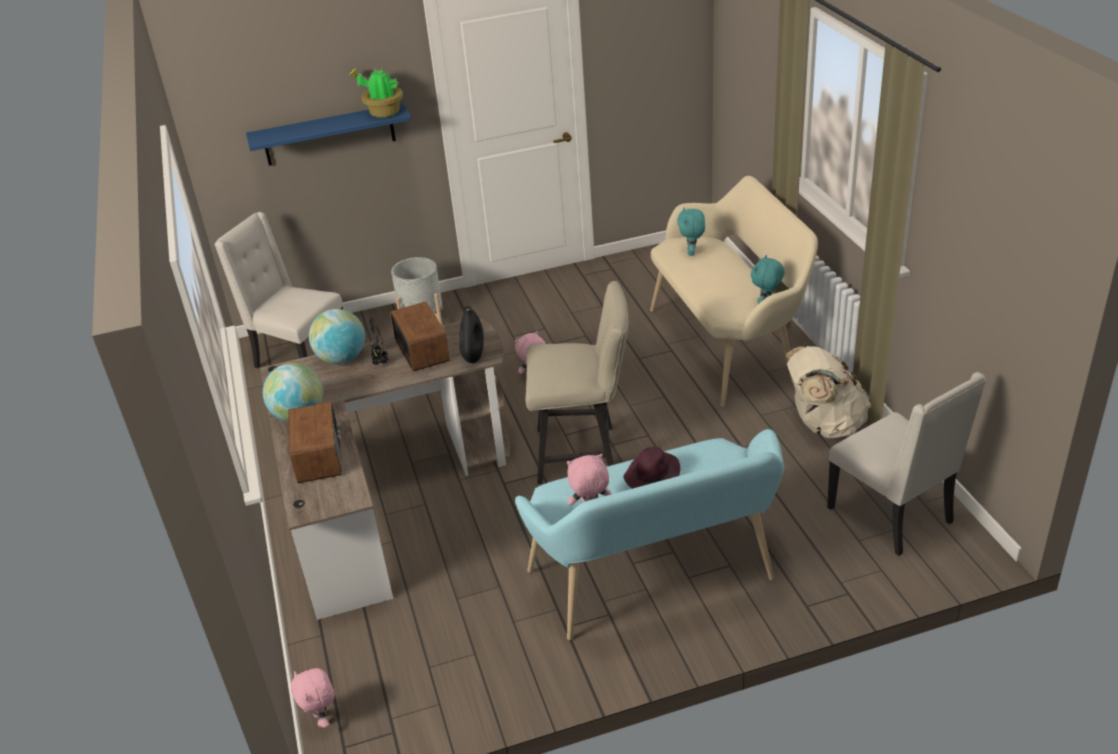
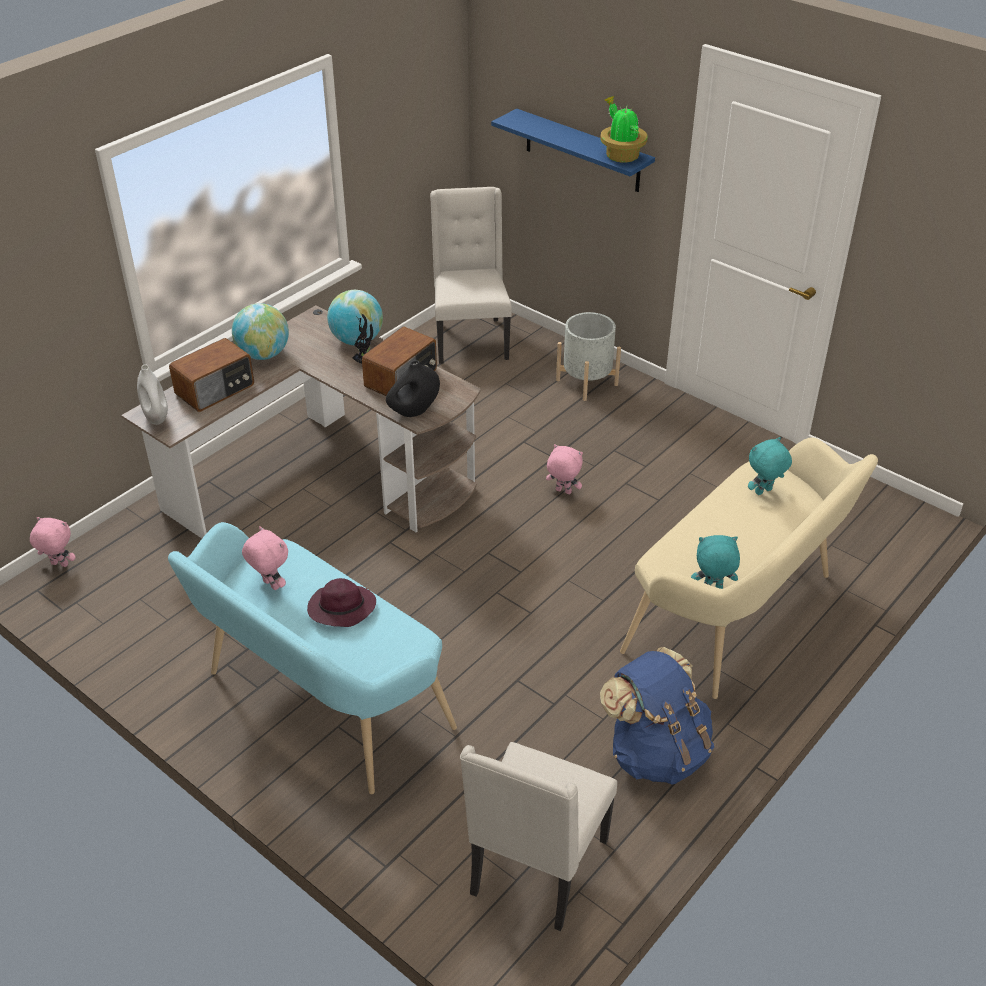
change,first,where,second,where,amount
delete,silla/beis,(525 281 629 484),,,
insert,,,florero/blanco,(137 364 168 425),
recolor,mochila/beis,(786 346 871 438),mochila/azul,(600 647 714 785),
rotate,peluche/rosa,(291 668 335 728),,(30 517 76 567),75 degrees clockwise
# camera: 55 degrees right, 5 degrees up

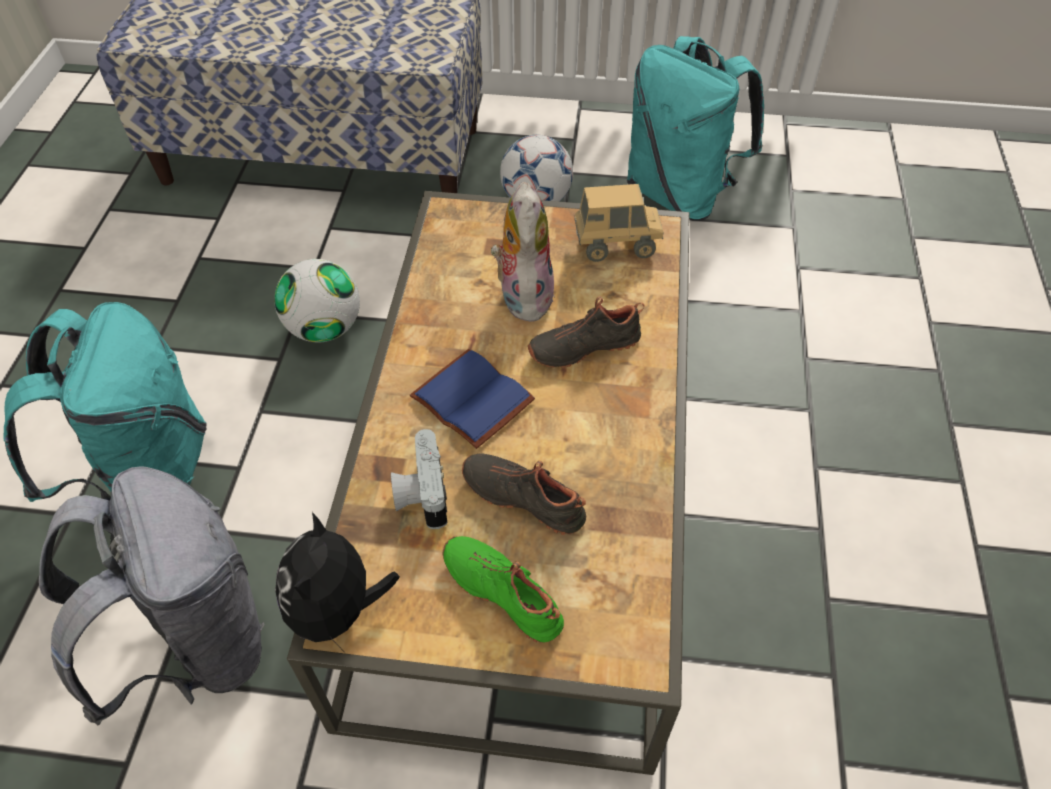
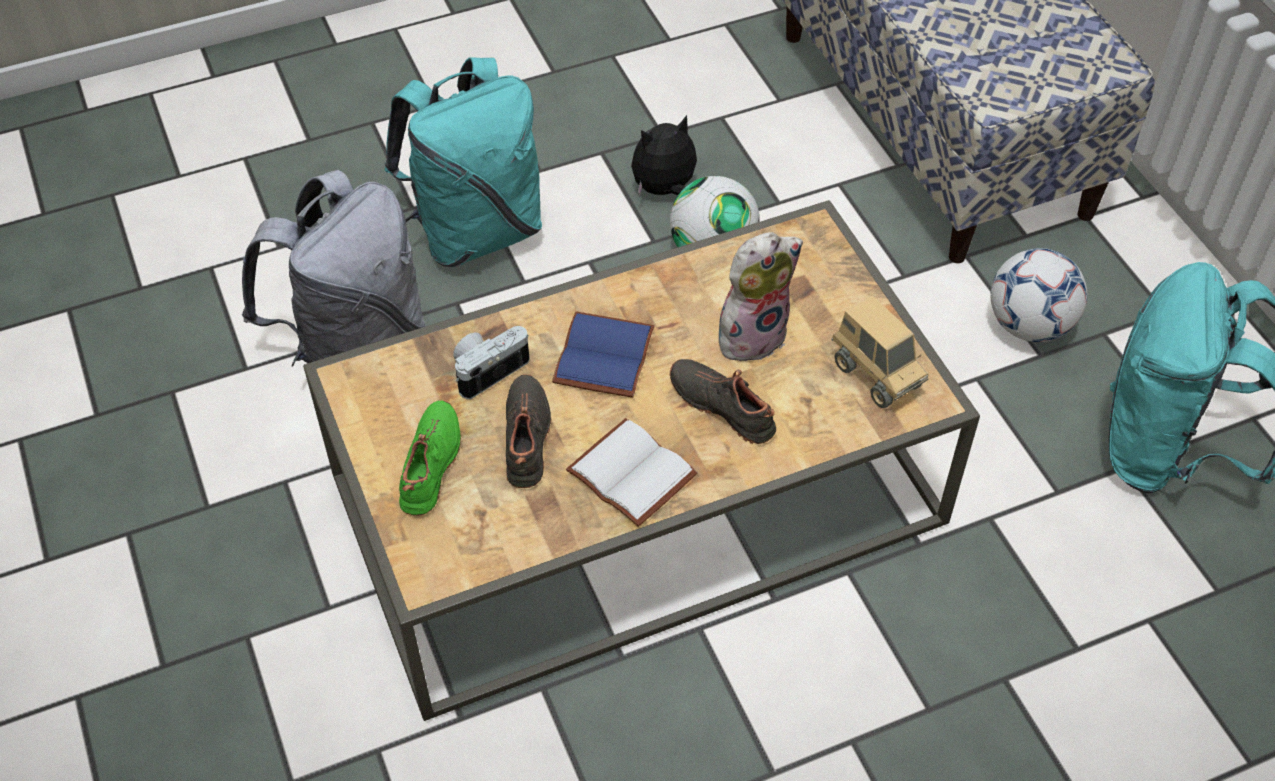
change,first,where,second,where,amount
insert,,,libro/blanco,(566 418 698 527),
move,peluche,(275 512 400 645),,(631 115 697 197),
# camera: 60 degrees right, 0 degrees up

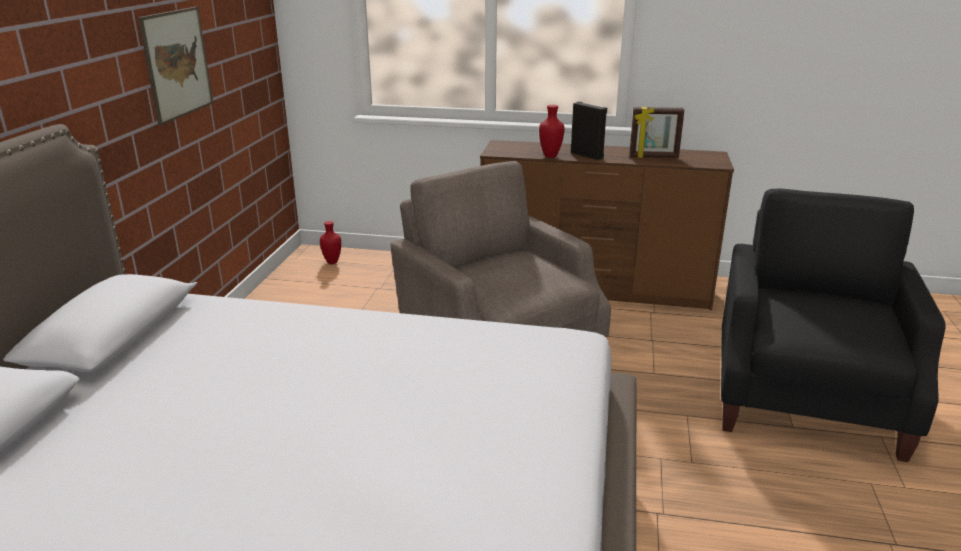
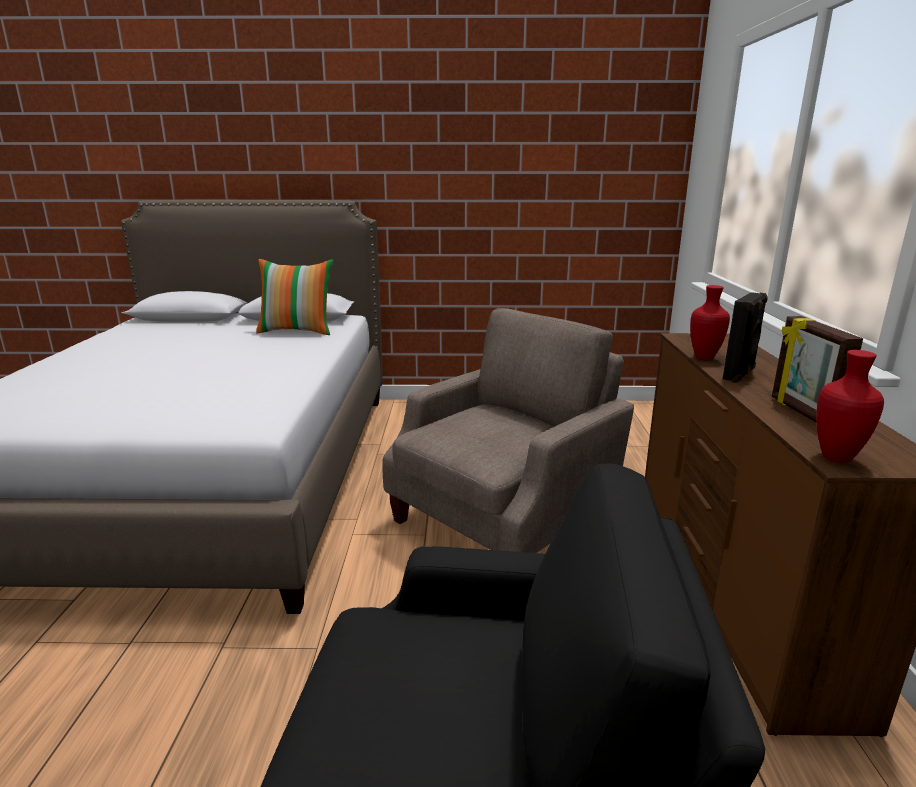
change,first,where,second,where,amount
delete,cuadro,(138 7 213 125),,,
insert,,,cojín,(256 259 333 335),
move,florero/rojo,(320 221 341 264),,(816 350 884 463),
# camera: 80 degrees right, 5 degrees down

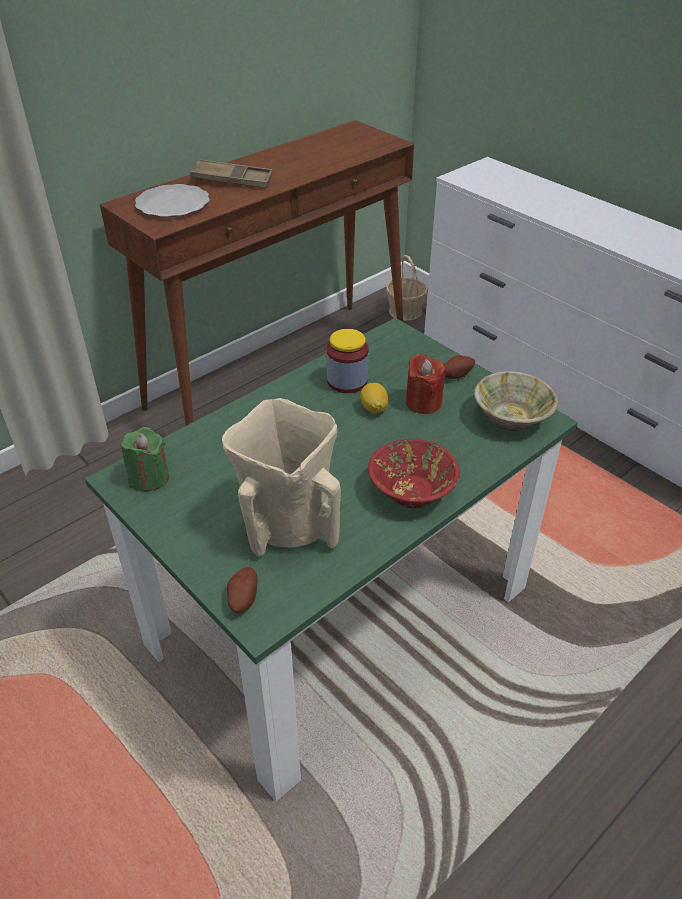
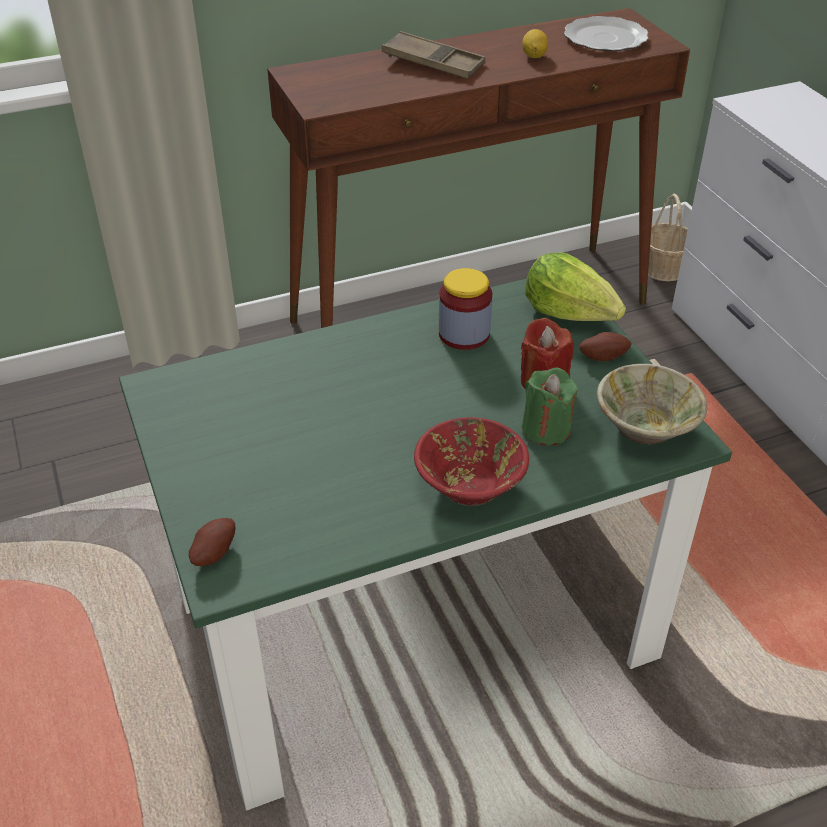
change,first,where,second,where,amount
delete,florero/beis,(222 398 341 557),,,
insert,,,lechuga,(526 252 626 321),
move,vela/verde,(120 427 169 492),,(522 368 578 446),
move,plato,(135 184 210 217),,(564 16 648 51),
move,limón,(360 383 389 413),,(522 29 548 58),
# camera: 20 degrees right, 0 degrees up

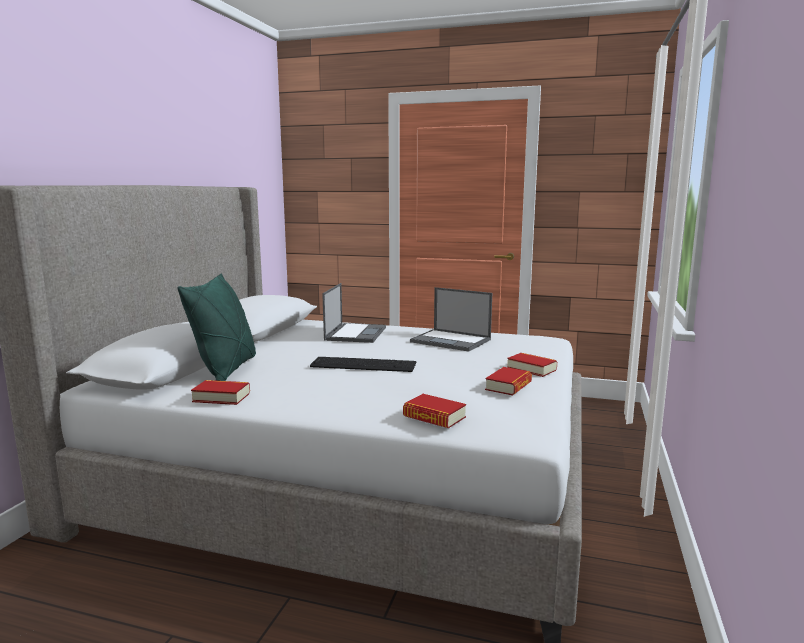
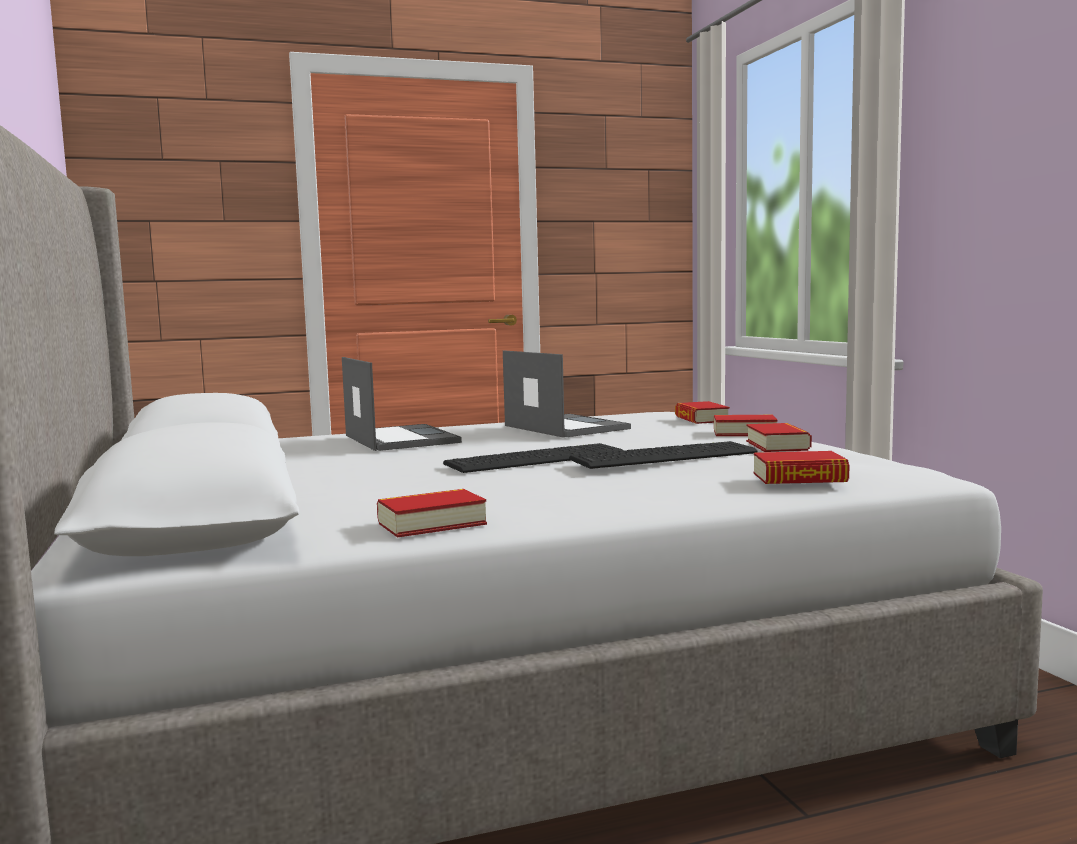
change,first,where,second,where,amount
delete,cojín/verde,(177 274 256 381),,,
insert,,,teclado,(569 441 757 469),
insert,,,libro,(675 401 730 424),
rotate,portátil,(410 287 492 352),,(503 350 631 438),120 degrees counterclockwise
# camera: 35 degrees left, 5 degrees down

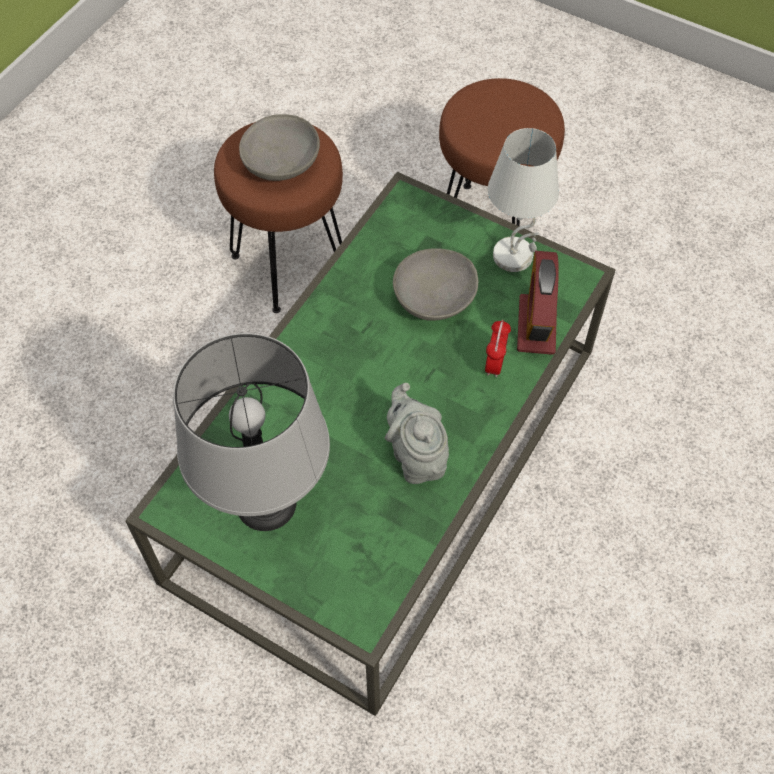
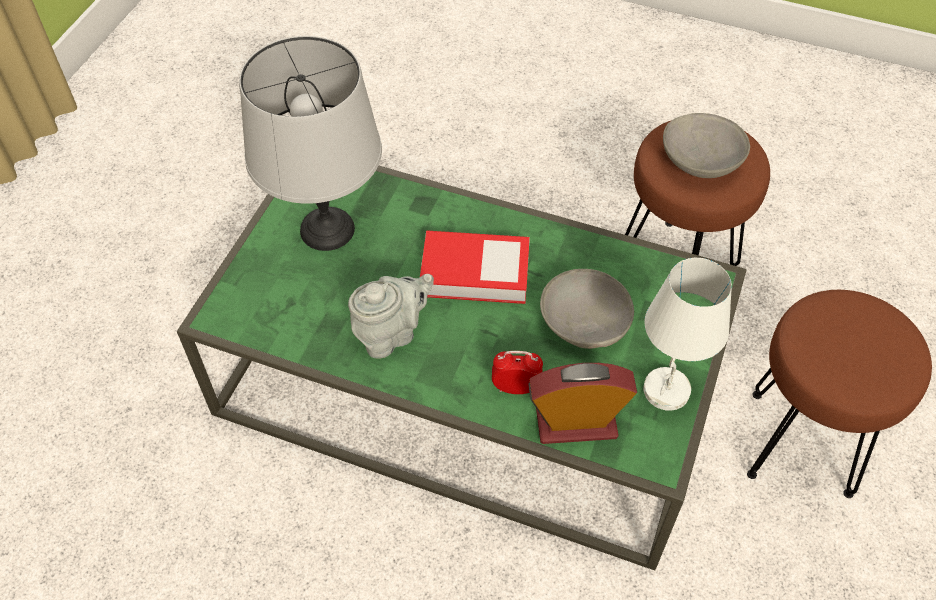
change,first,where,second,where,amount
insert,,,libro,(420 230 530 304),
# camera: 80 degrees right, 5 degrees down

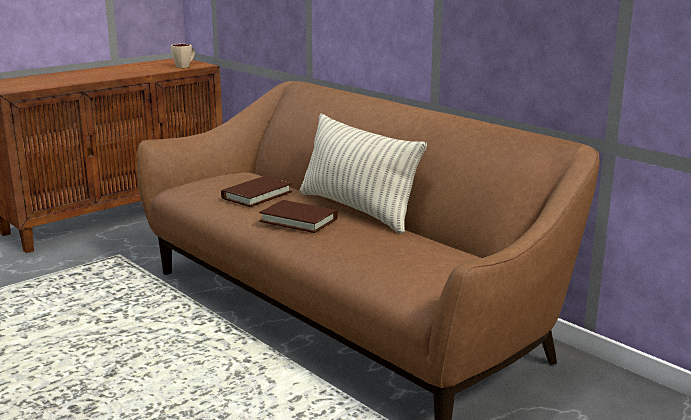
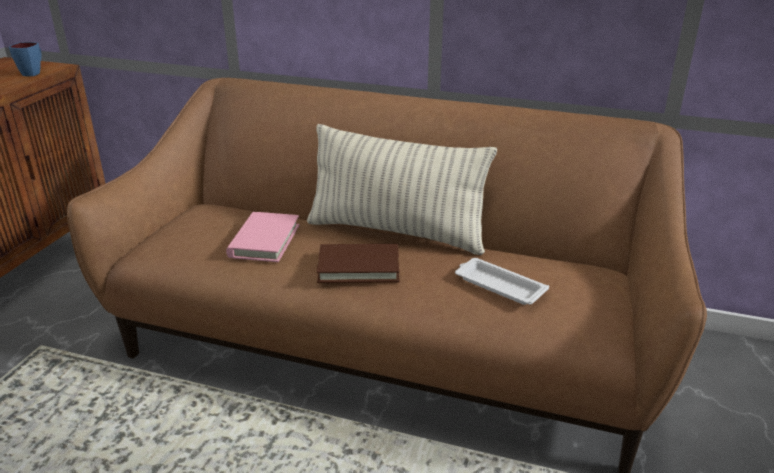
change,first,where,second,where,amount
insert,,,bandeja/blanco,(455 258 549 305),
recolor,taza grande/beis,(171 44 195 68),taza grande/azul,(9 42 42 76),
recolor,libro/marrón,(221 176 292 207),libro/rosa,(226 212 300 262),
# camera: 30 degrees left, 10 degrees up

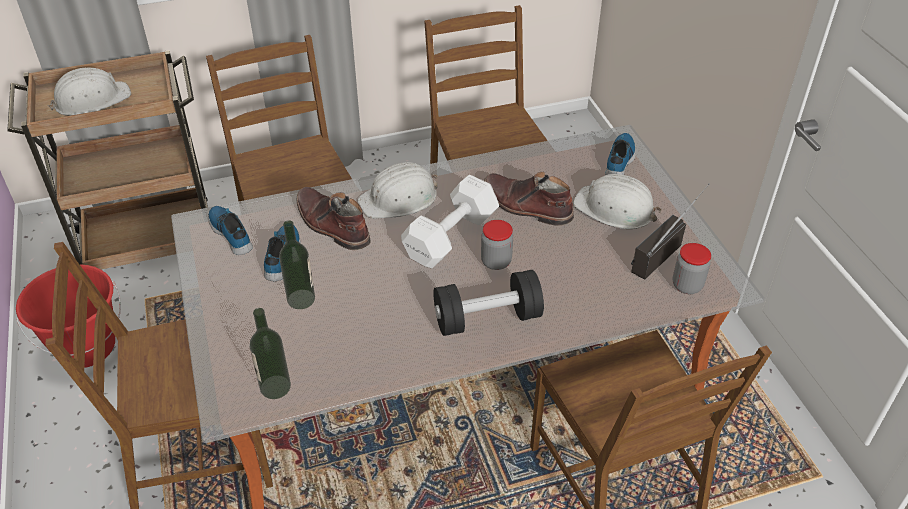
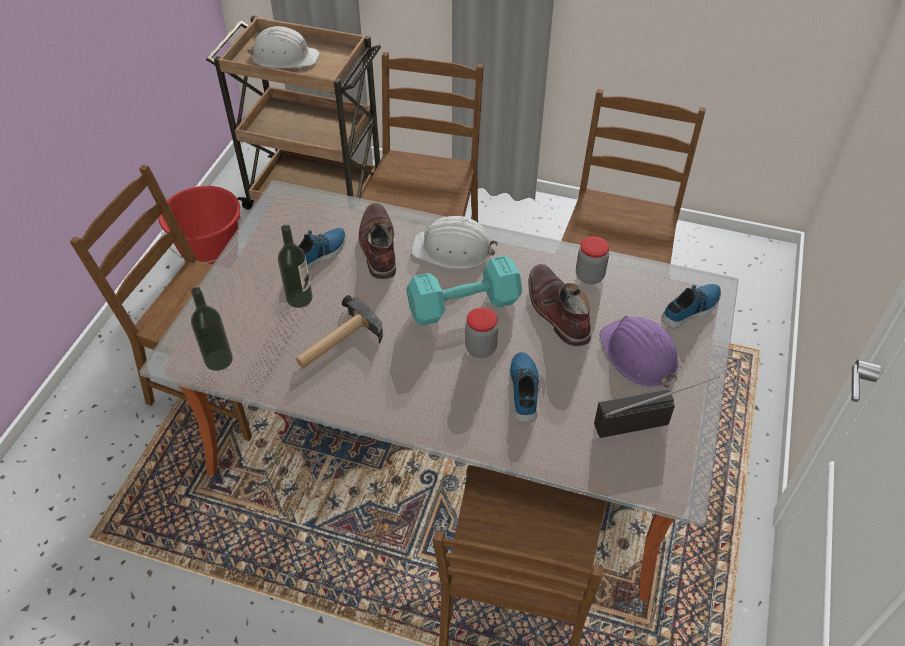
change,first,where,second,where,amount
delete,mancuerna/negro,(433 270 544 336),,,
insert,,,martillo,(296 295 383 369),
move,zapato,(208 206 253 255),,(509 352 541 422),
move,tarro,(673 243 711 294),,(576 236 609 284),
recolor,mancuerna/blanco,(401 175 499 268),mancuerna/turquesa,(406 256 522 326),
recolor,casco/blanco,(573 174 662 229),casco/morado,(599 316 679 388),
# camera: 35 degrees right, 5 degrees up

